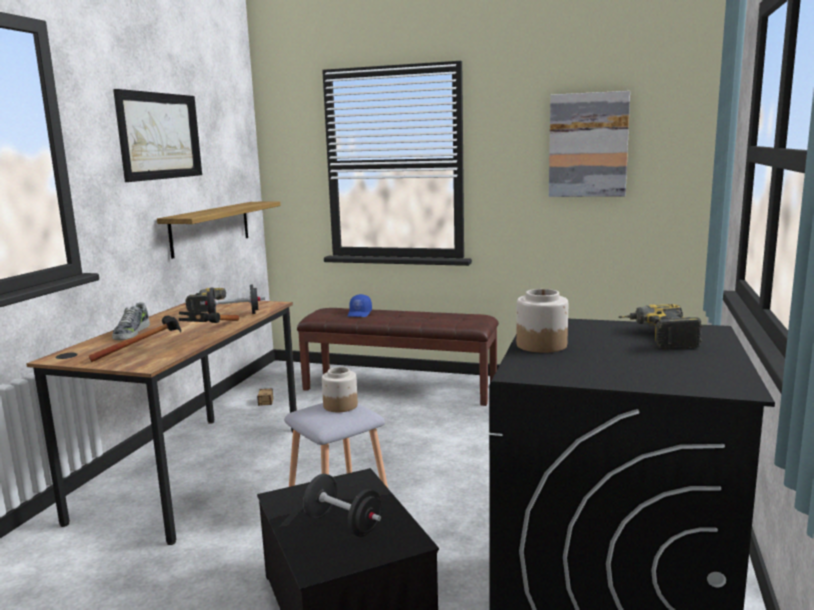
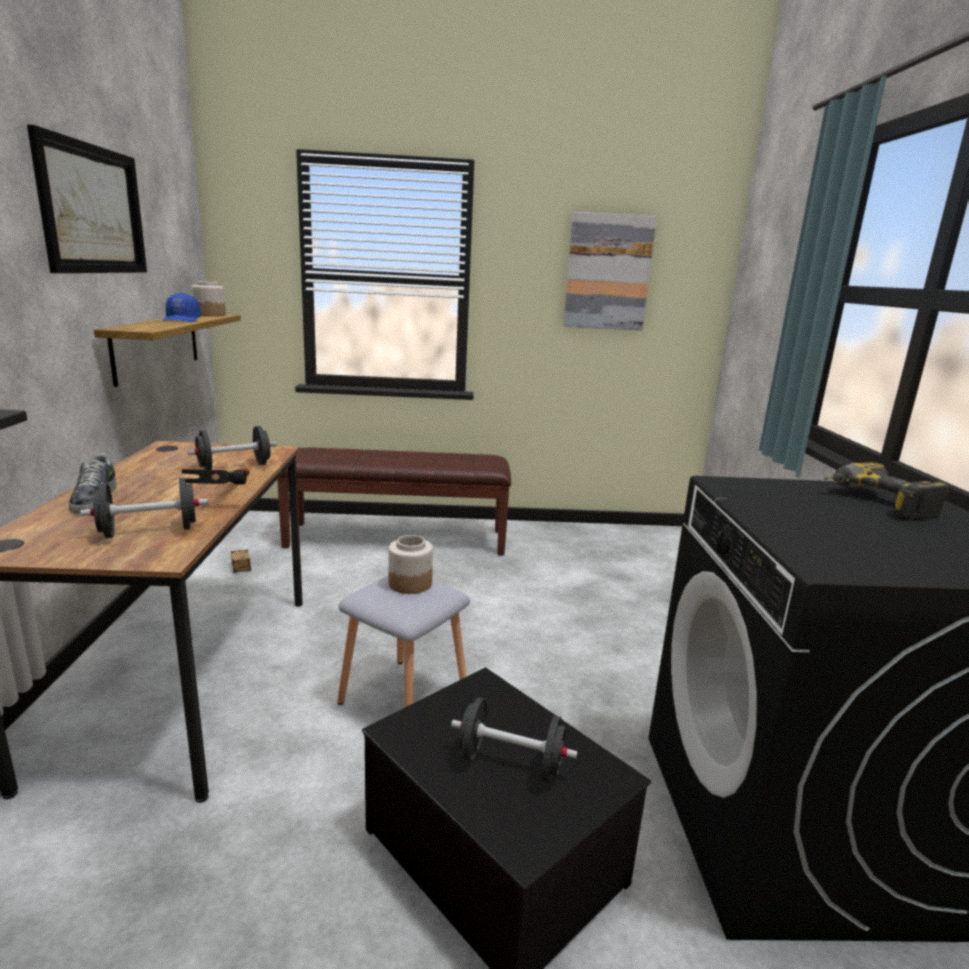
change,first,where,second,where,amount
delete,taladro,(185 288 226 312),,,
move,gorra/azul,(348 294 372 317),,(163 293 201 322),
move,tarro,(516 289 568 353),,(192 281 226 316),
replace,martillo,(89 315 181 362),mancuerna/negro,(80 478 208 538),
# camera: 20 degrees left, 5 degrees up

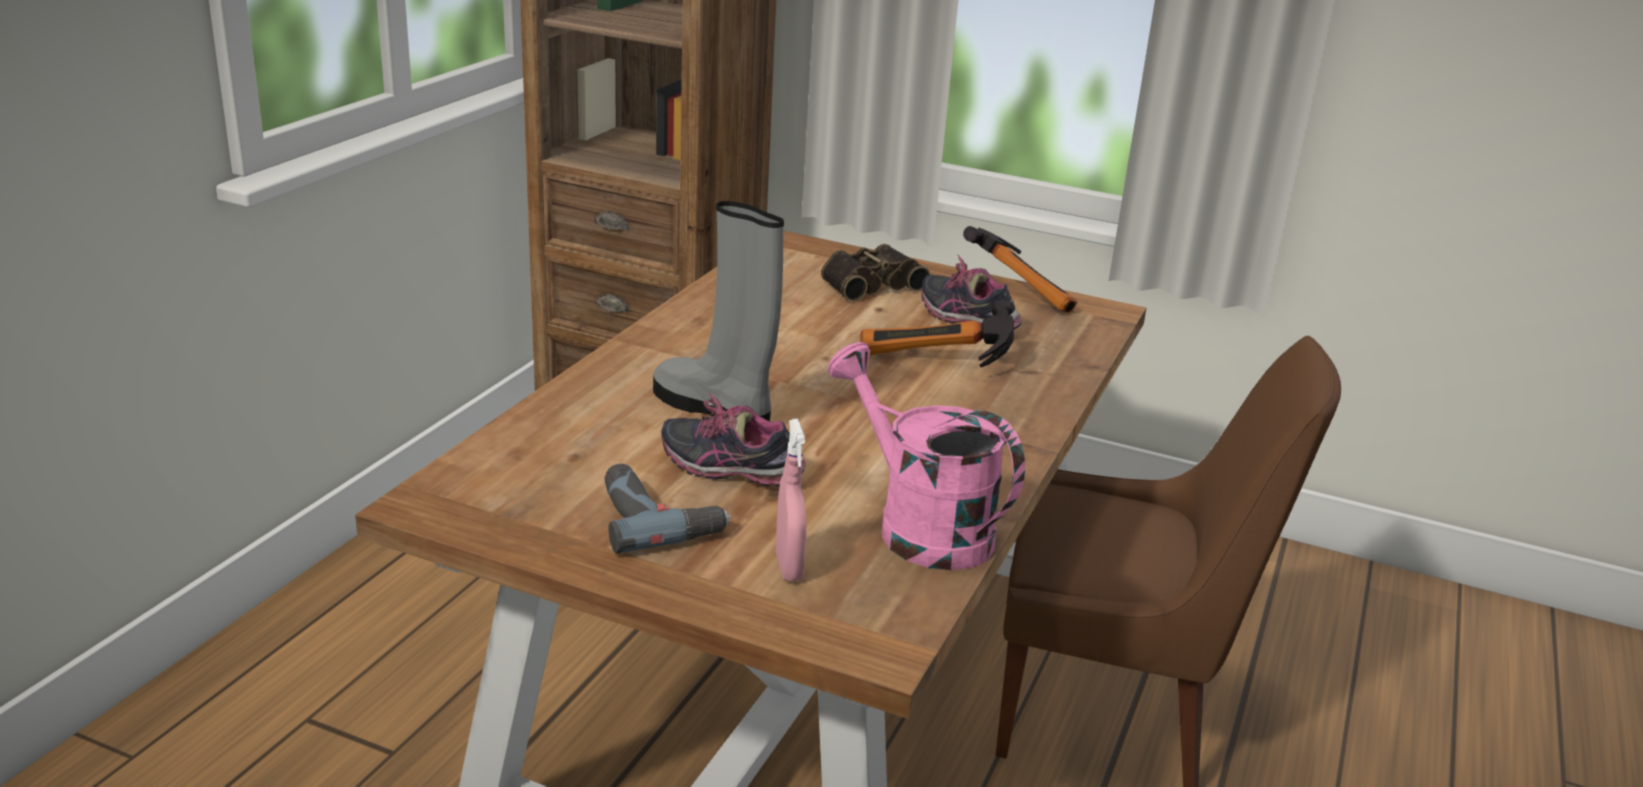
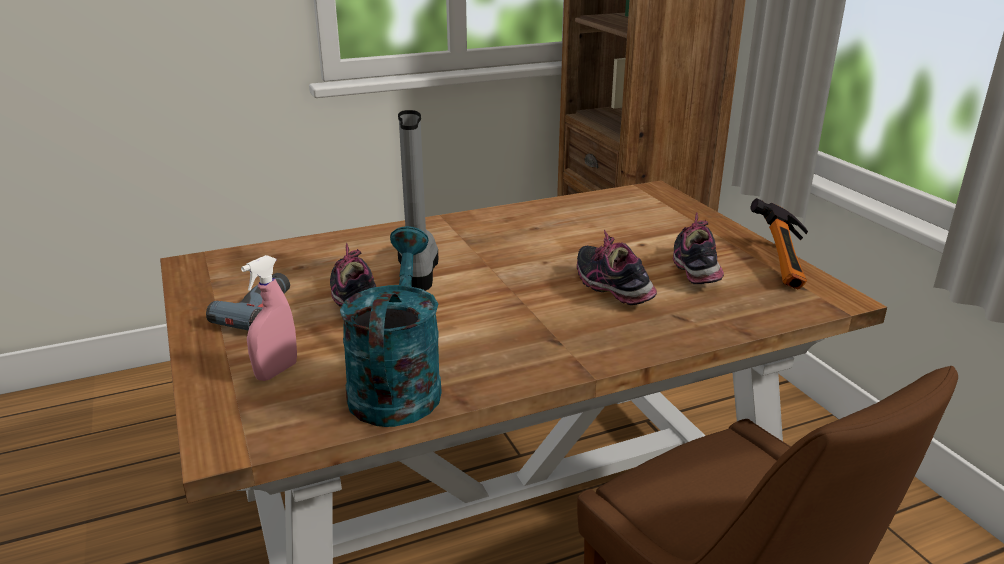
change,first,where,second,where,amount
delete,prismáticos,(821 244 931 302),,,
replace,martillo,(860 300 1014 367),zapato,(577 230 657 305),
recolor,regadera/rosa,(828 342 1025 570),regadera/turquesa,(340 226 442 427),
# camera: 45 degrees right, 0 degrees up

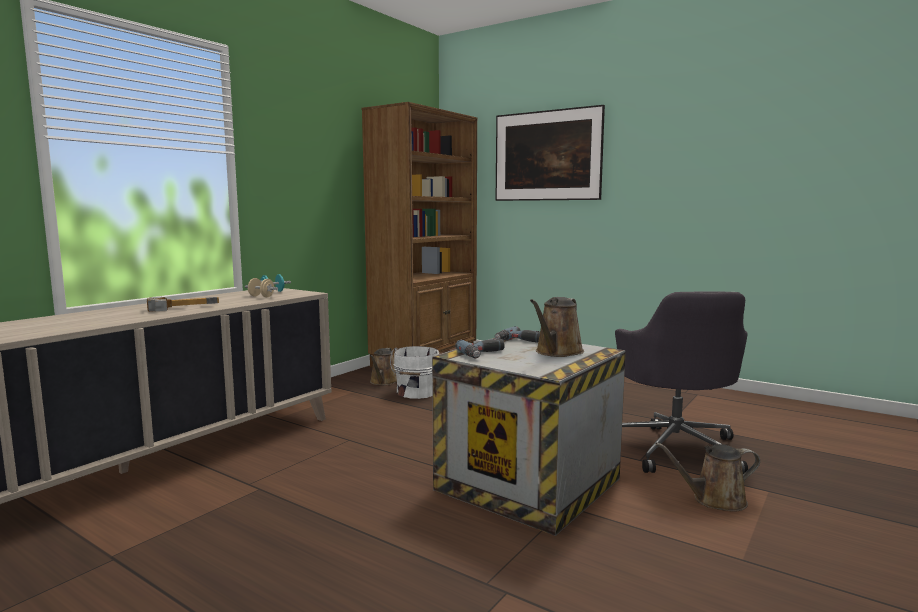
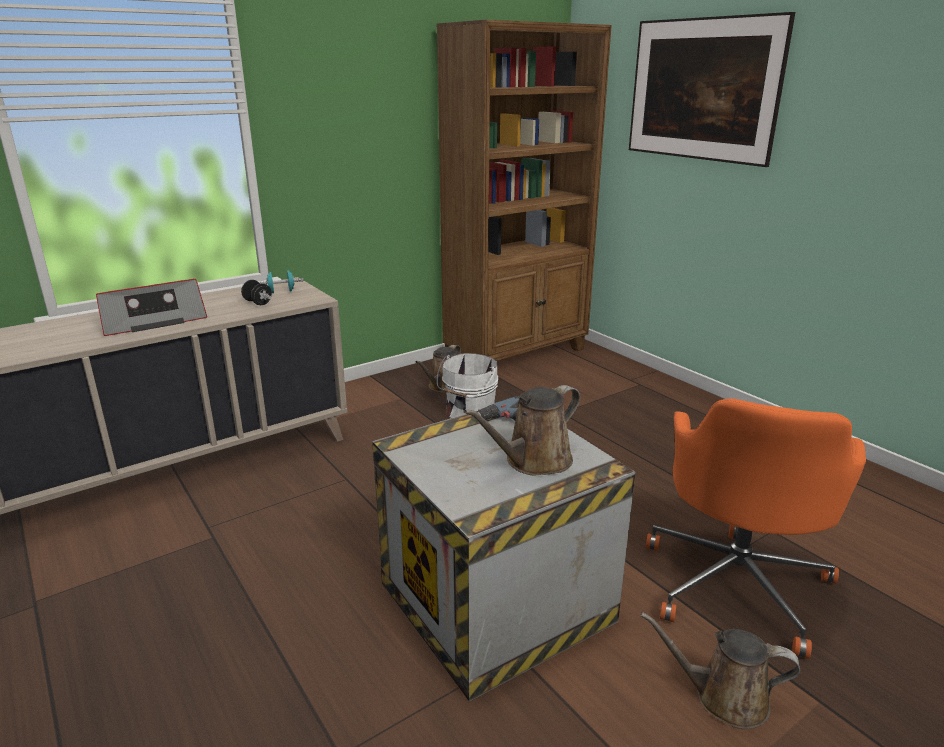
change,first,where,second,where,amount
delete,taladro,(455 339 505 359),,,
replace,martillo,(147 297 219 312),radio,(96 279 207 336),
recolor,mancuerna/beis,(245 278 278 297),mancuerna/negro,(241 280 272 305),
recolor,silla de oficina/gris,(615 291 748 474),silla de oficina/naranja,(646 398 866 659),
# camera: 20 degrees right, 15 degrees up

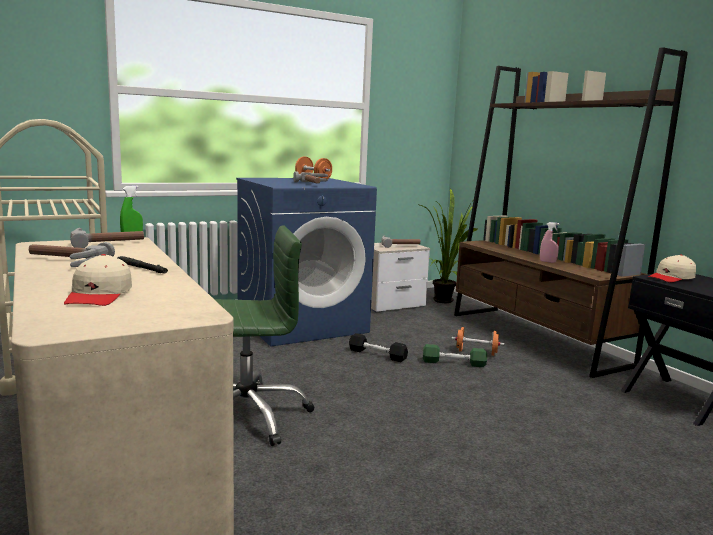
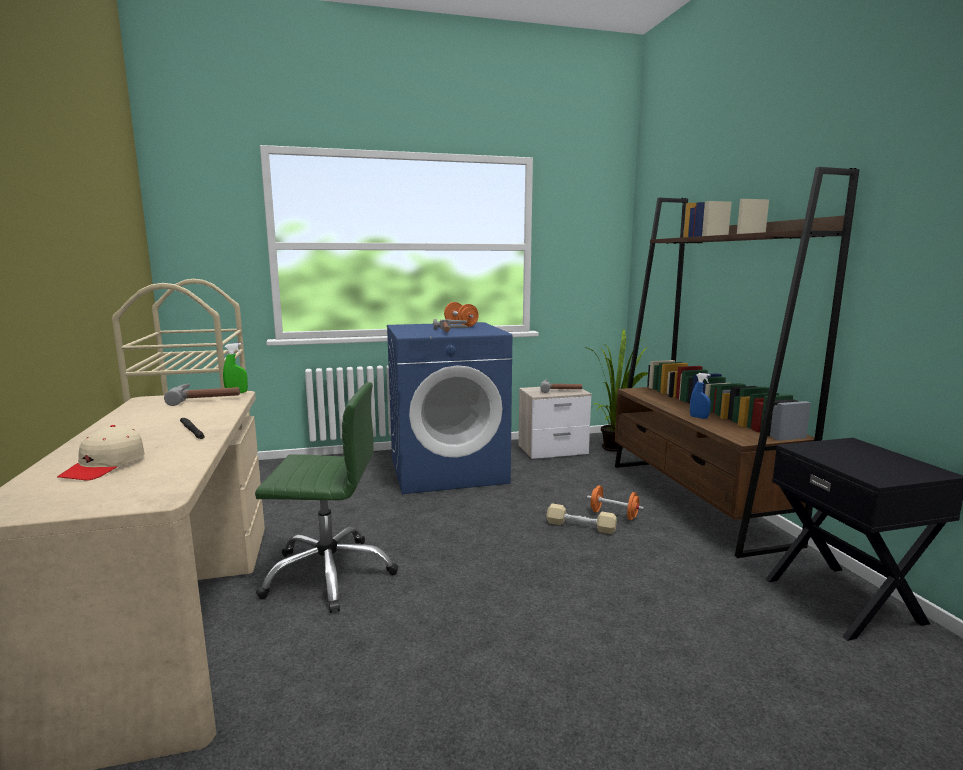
change,first,where,second,where,amount
delete,martillo,(29 242 115 267),,,
delete,mancuerna/negro,(349 333 408 362),,,
delete,gorra/beis,(648 254 696 283),,,
recolor,mancuerna/verde,(423 344 487 367),mancuerna/beis,(547 503 617 534),
recolor,pulverizador/rosa,(540 222 559 263),pulverizador/azul,(690 373 711 419),
# camera: 15 degrees right, 0 degrees up

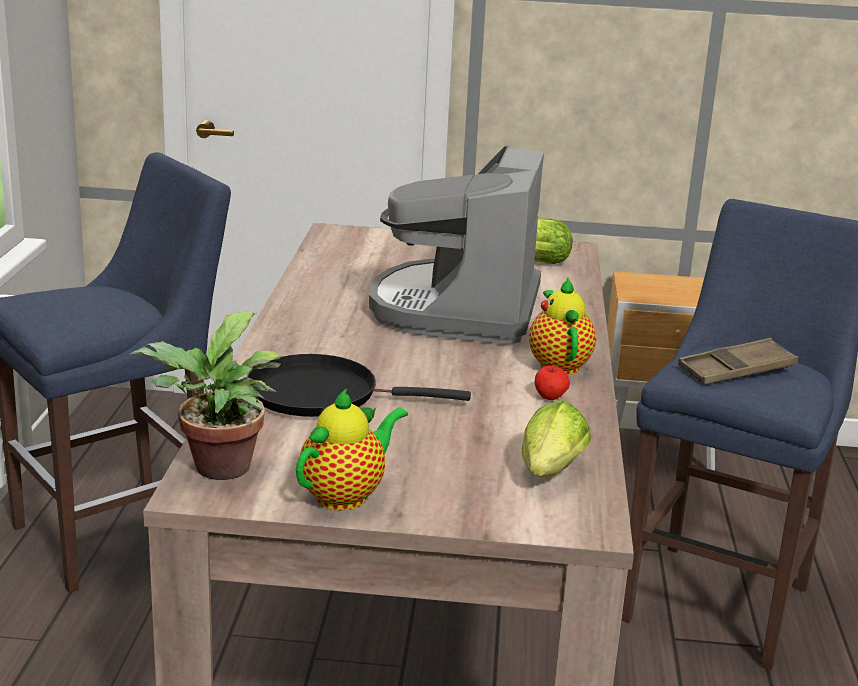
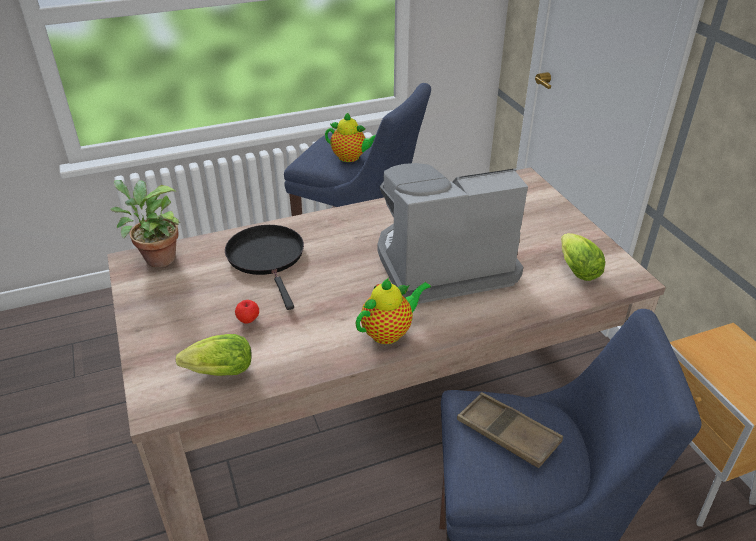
change,first,where,second,where,amount
move,tetera,(296 388 408 511),,(325 112 376 162),
move,manzana,(534 366 570 400),,(235 300 259 324),
# camera: 65 degrees right, 15 degrees up

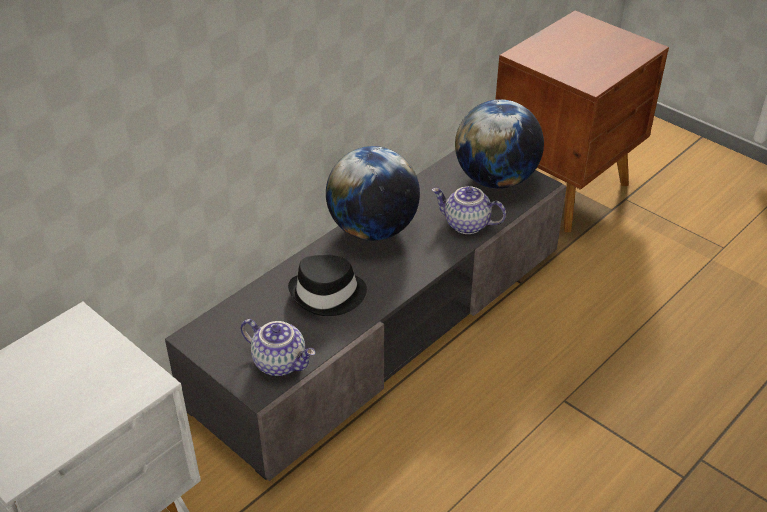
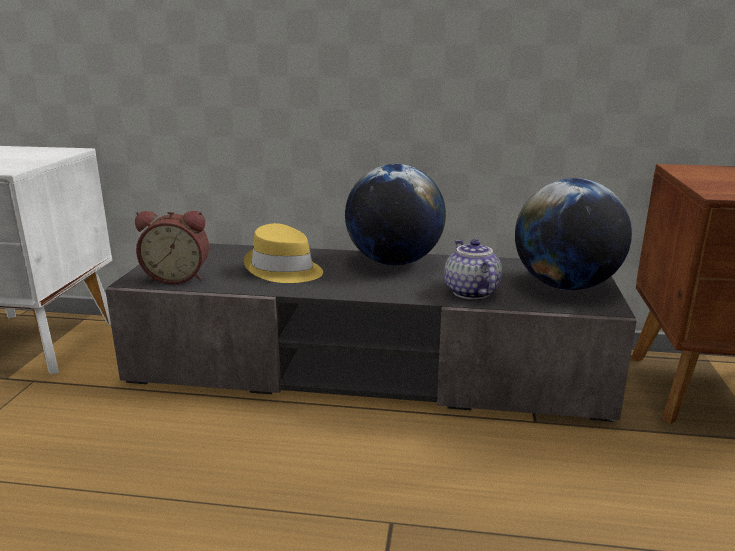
change,first,where,second,where,amount
replace,tetera,(240 319 316 376),despertador,(135 211 209 284),
recolor,sombrero/negro,(288 255 367 316),sombrero/amarillo,(244 223 323 283),
# camera: 55 degrees right, 20 degrees down

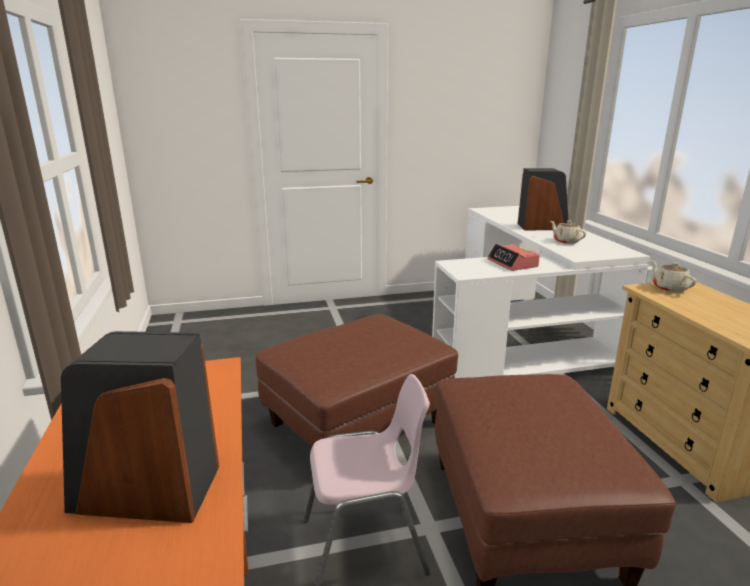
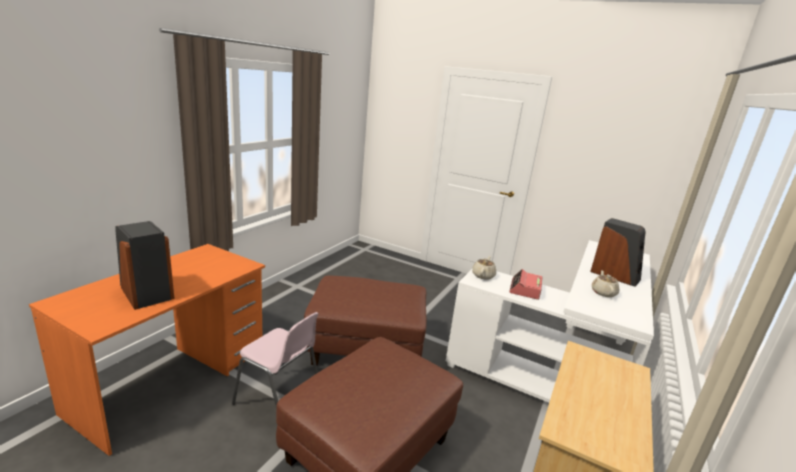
change,first,where,second,where,amount
move,tetera/beis,(650 260 696 292),,(472 256 496 280),
# camera: 40 degrees right, 0 degrees up

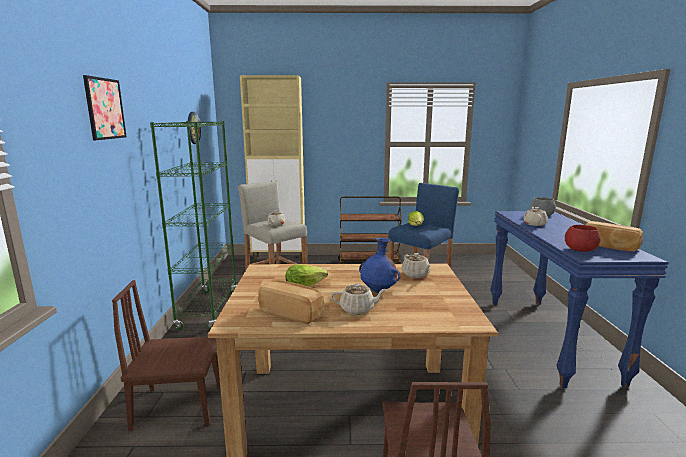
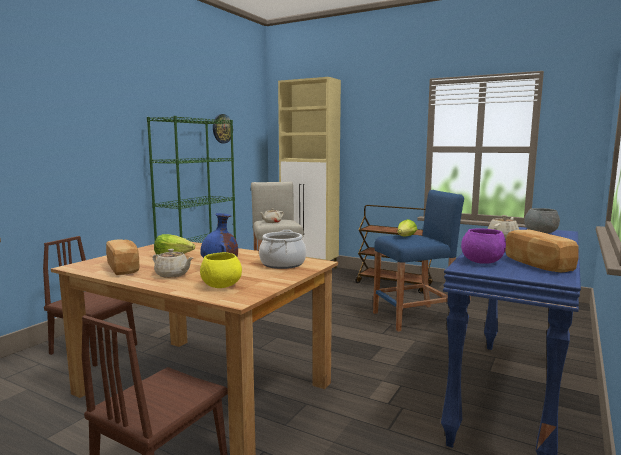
change,first,where,second,where,amount
delete,cuadro,(83 75 127 140),,,
insert,,,cuenco/amarillo,(200 252 242 288),
replace,tetera/beis,(401 253 430 278),olla,(259 230 306 269),
recolor,cuenco/rojo,(565 225 601 252),cuenco/morado,(461 228 506 264),
# camera: 30 degrees right, 5 degrees down

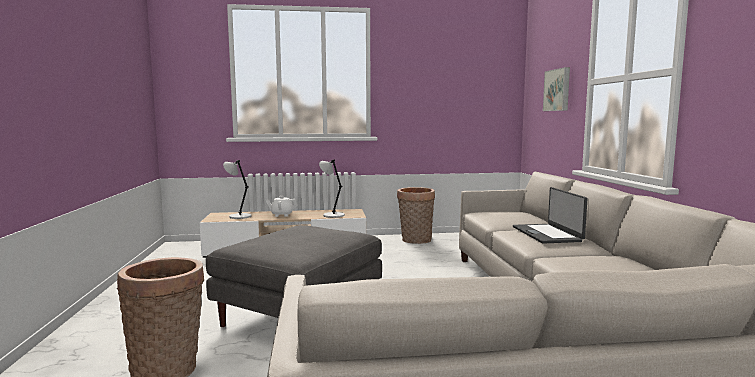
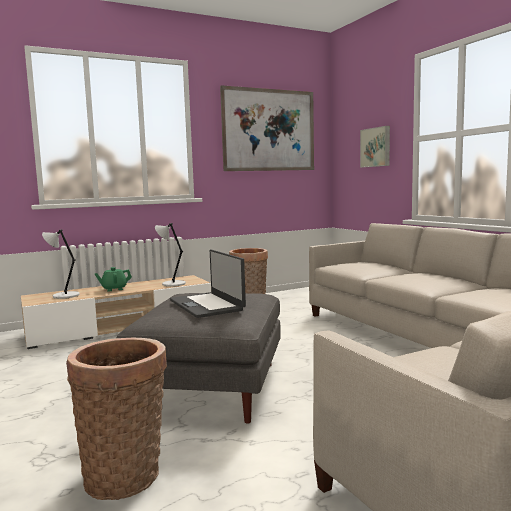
change,first,where,second,where,amount
insert,,,cuadro,(220 85 314 171),
move,portátil,(513 187 588 244),,(170 249 246 318),
recolor,tetera/blanco,(266 196 298 217),tetera/verde,(95 267 132 292),
# camera: 20 degrees left, 0 degrees up

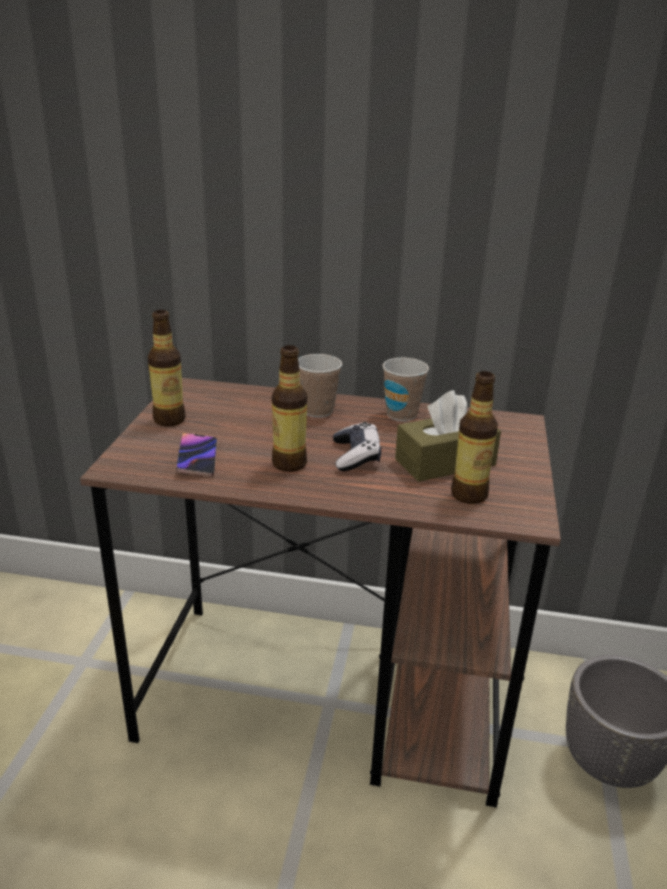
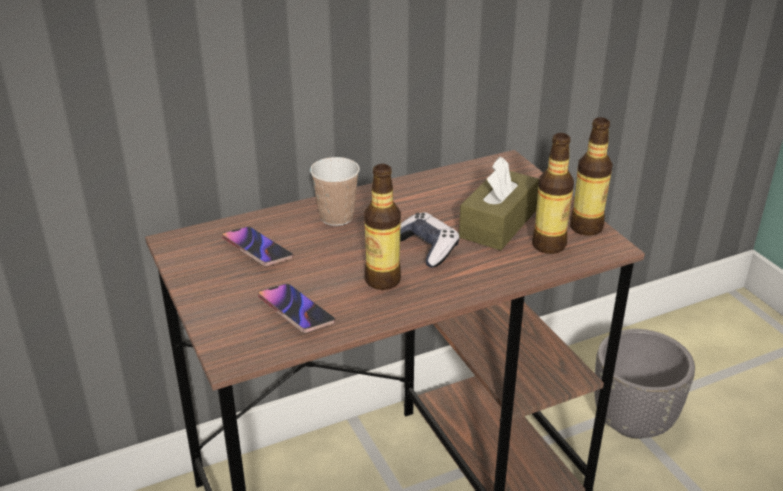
change,first,where,second,where,amount
delete,taza,(382 358 429 421),,,
insert,,,móvil,(222 227 293 266),
move,botella,(148 310 186 427),,(570 117 613 236),
# camera: 35 degrees left, 5 degrees up

